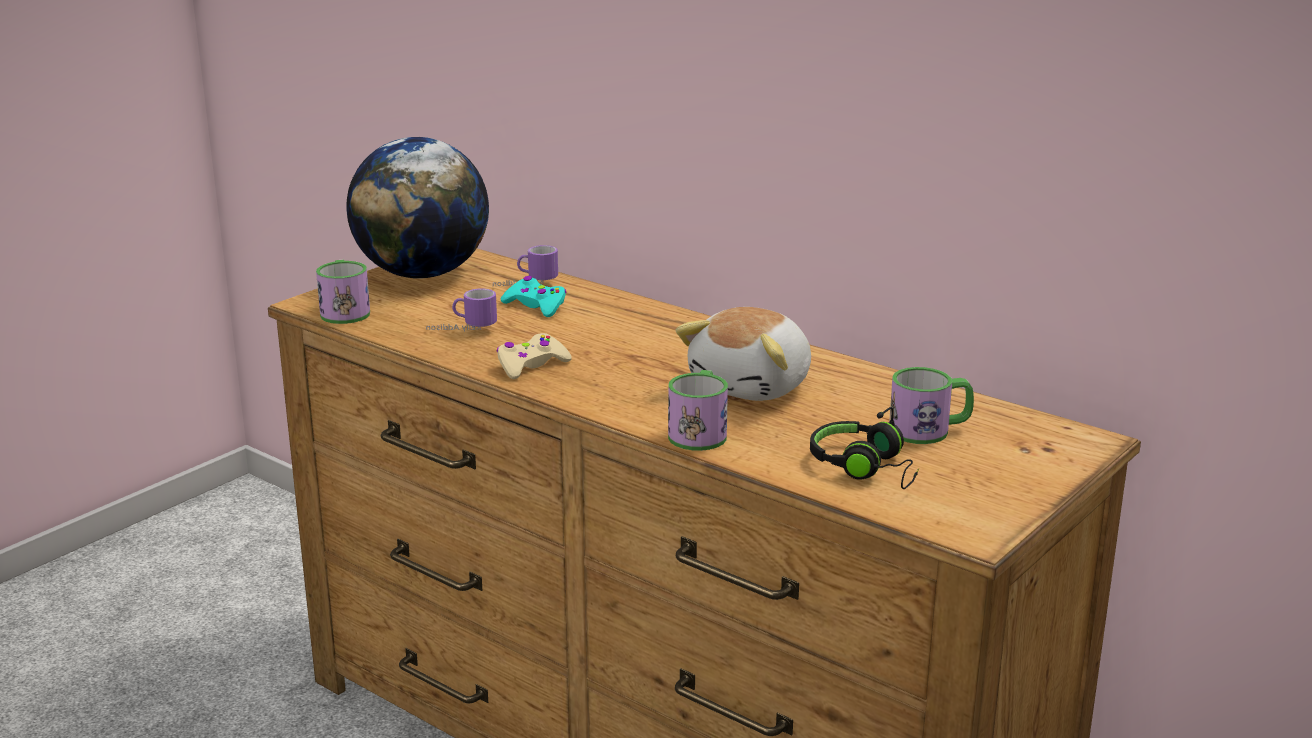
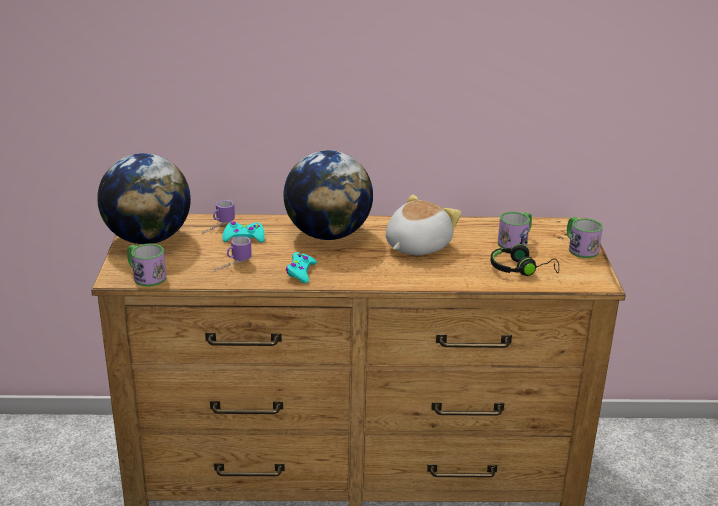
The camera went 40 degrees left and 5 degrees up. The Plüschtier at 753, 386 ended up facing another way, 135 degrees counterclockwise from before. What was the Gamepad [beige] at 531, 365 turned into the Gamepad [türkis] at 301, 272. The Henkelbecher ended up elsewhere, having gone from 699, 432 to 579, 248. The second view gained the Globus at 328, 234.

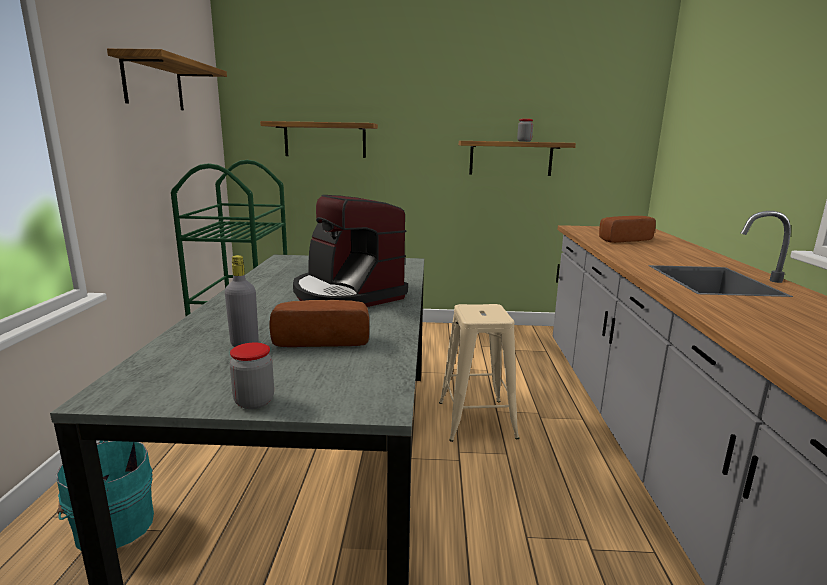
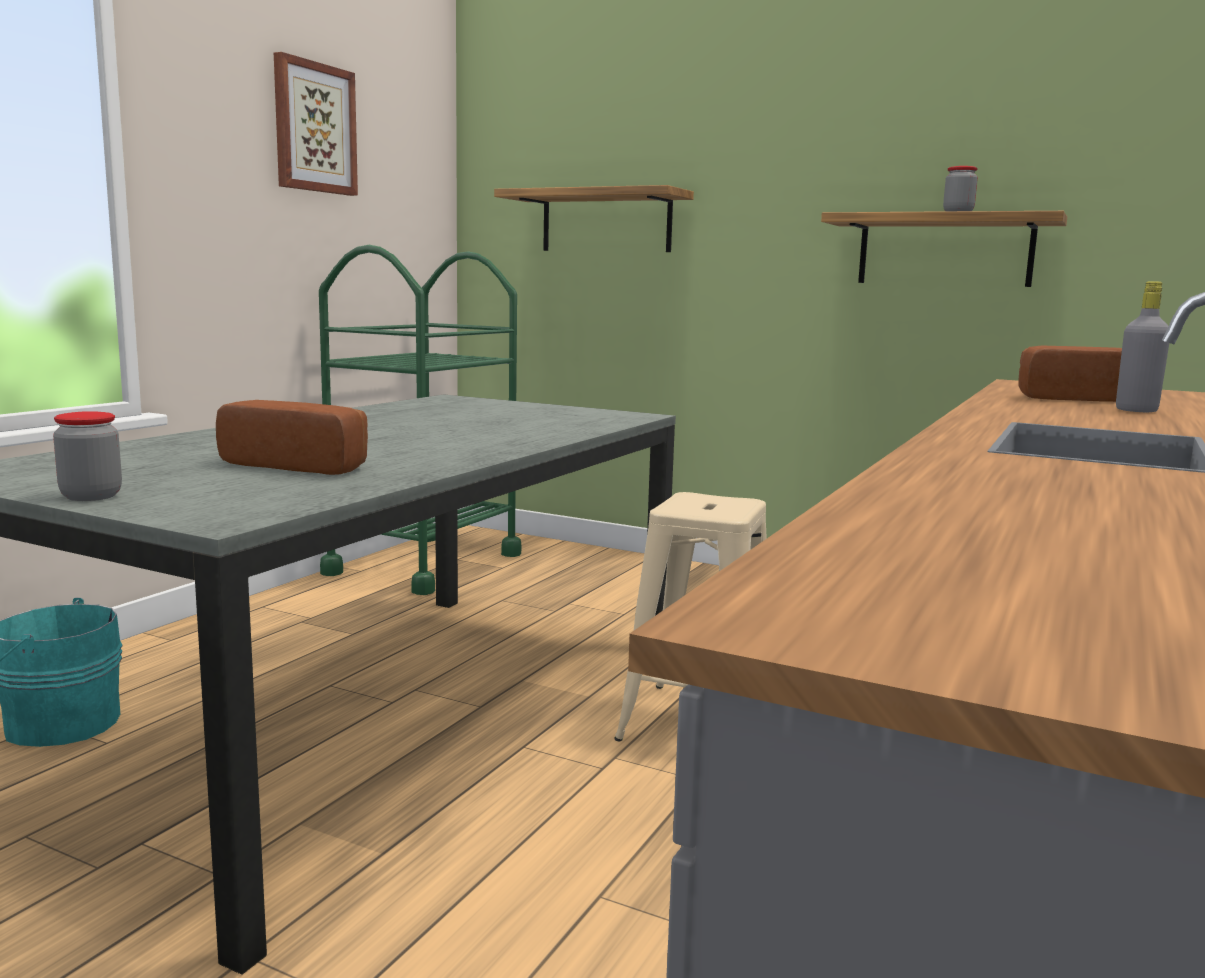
The camera went 25 degrees right and 5 degrees down. Where the Wandregal hung at 153, 84, the Bild came to hang at 314, 128. The second view lost the Kaffeemaschine at 347, 294. The Flasche [grau] ended up elsewhere, having gone from 244, 344 to 1136, 410.

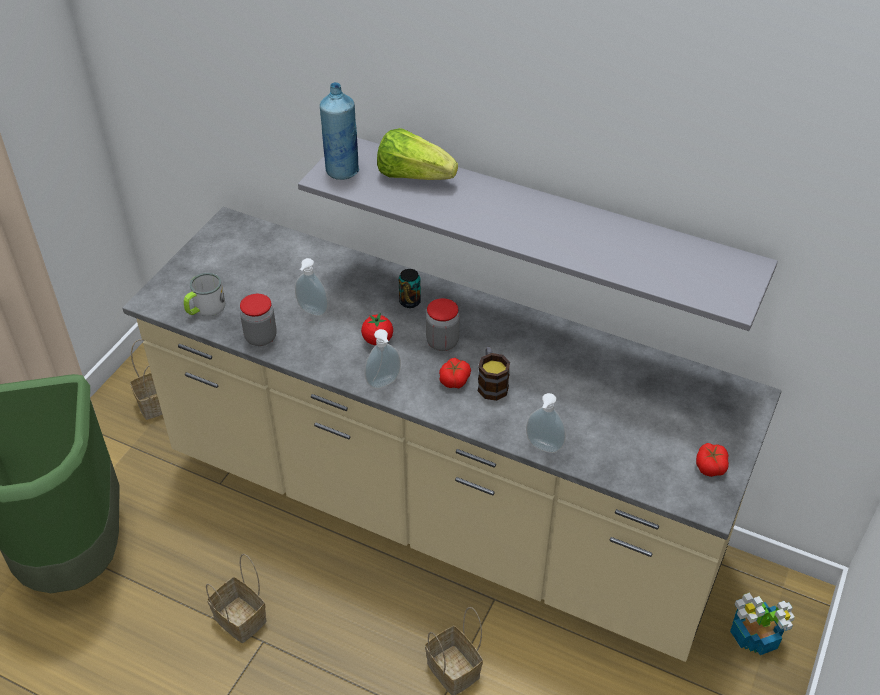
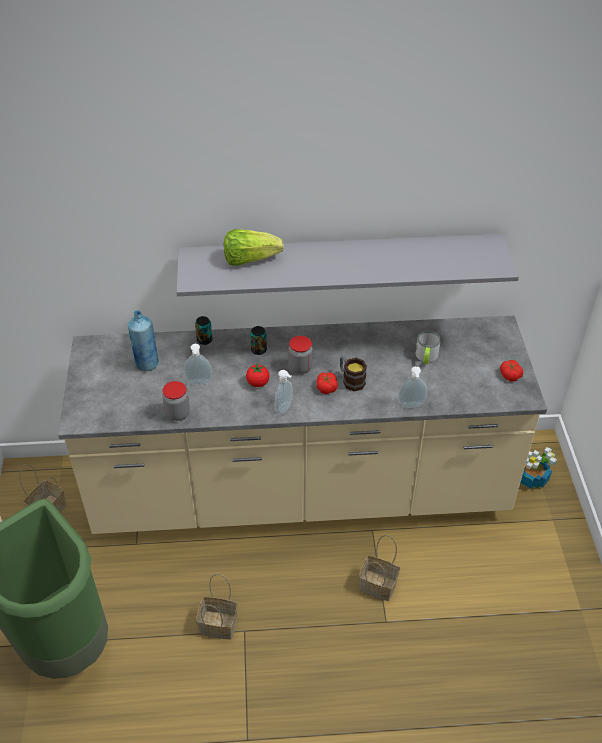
The camera went 30 degrees left and 0 degrees up. The Flasche [blau] ended up elsewhere, having gone from 342, 171 to 147, 364. The Henkelbecher ended up elsewhere, having gone from 205, 308 to 426, 357. The second view gained the Dose at 204, 340.

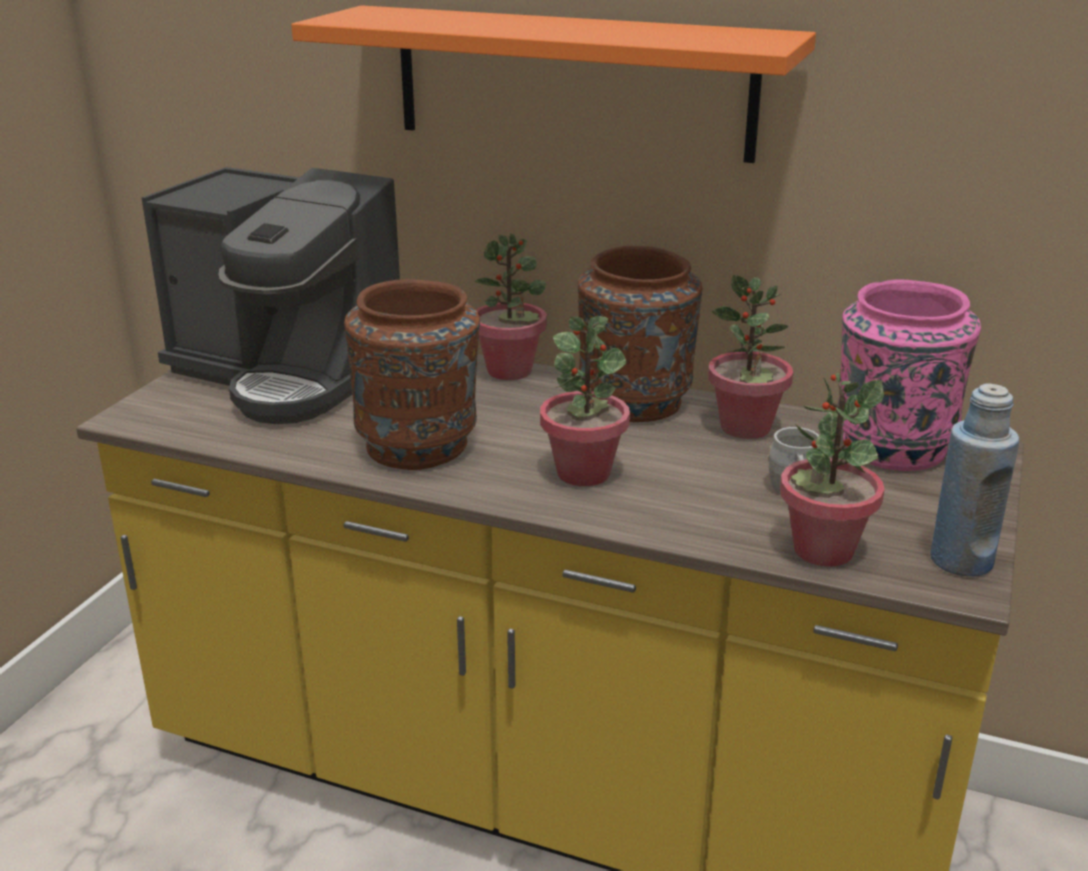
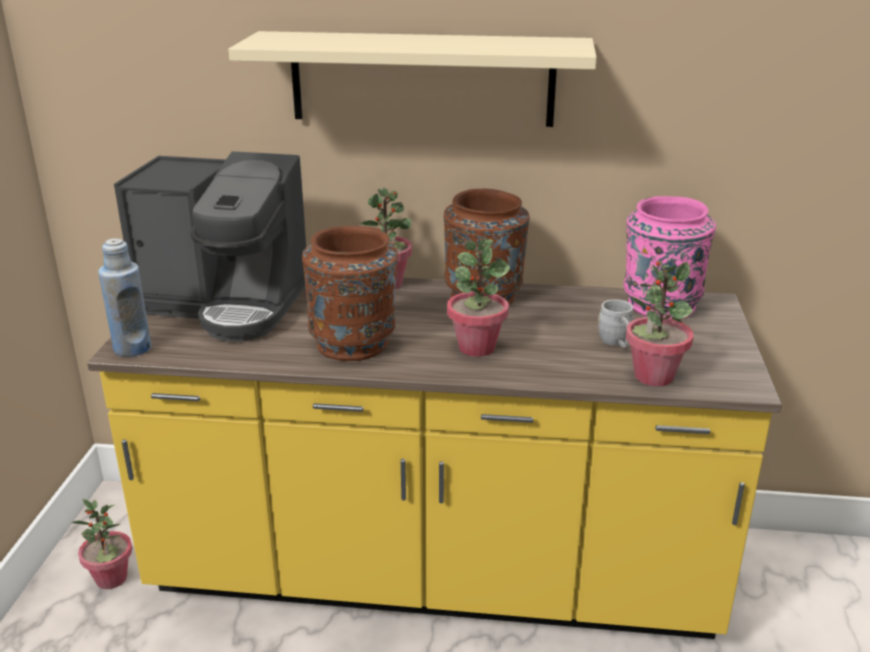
The camera went 15 degrees left and 0 degrees up. What was the Wandregal [orange] at 572, 82 turned into the Wandregal [beige] at 422, 79. The Topfpflanze ended up elsewhere, having gone from 745, 428 to 111, 579. The Flasche [blau] ended up elsewhere, having gone from 961, 561 to 132, 348.

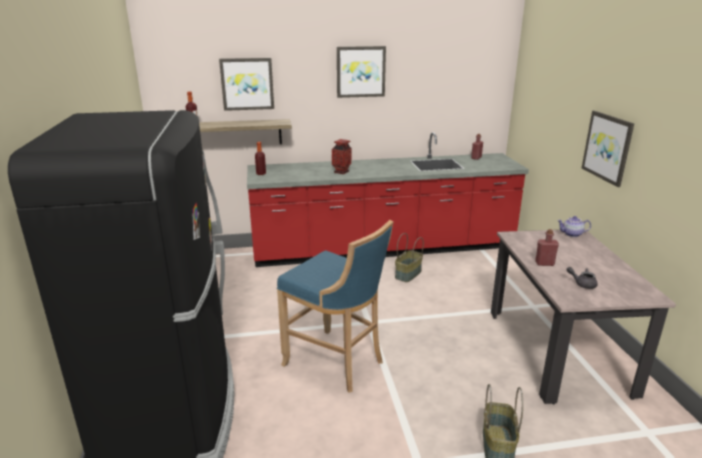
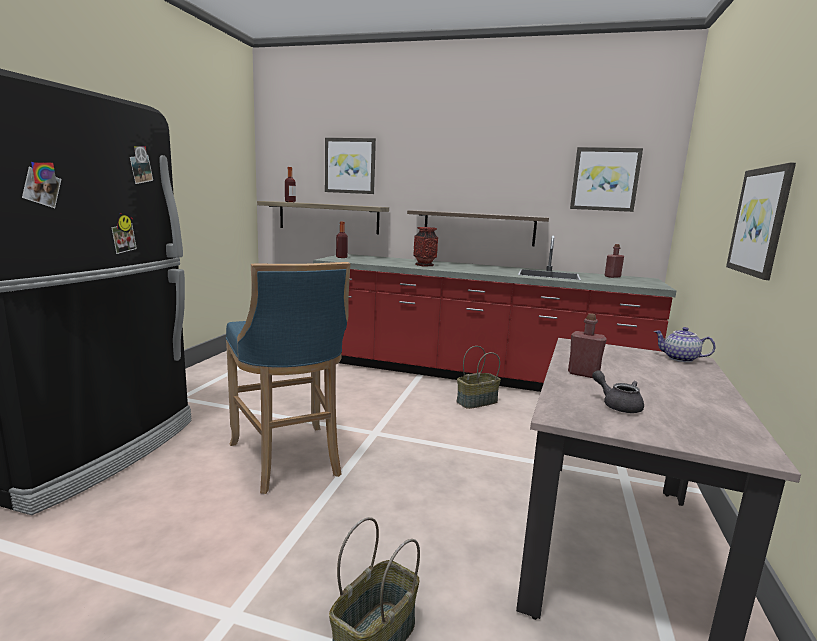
The camera went 25 degrees right and 10 degrees down. The Bild ended up elsewhere, having gone from 360, 71 to 605, 179. The second view gained the Wandregal at 478, 228.

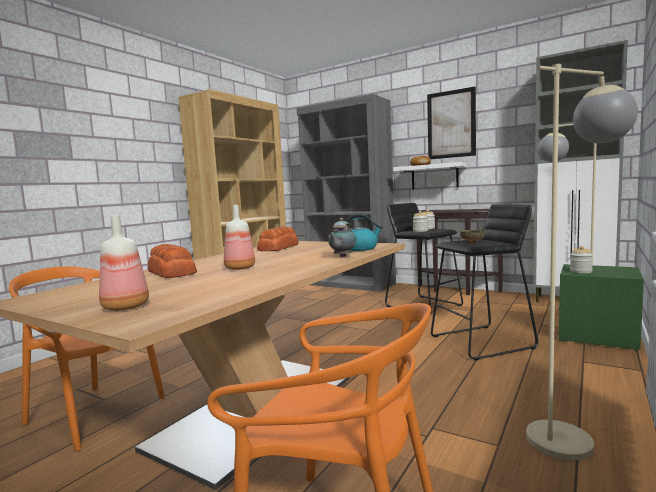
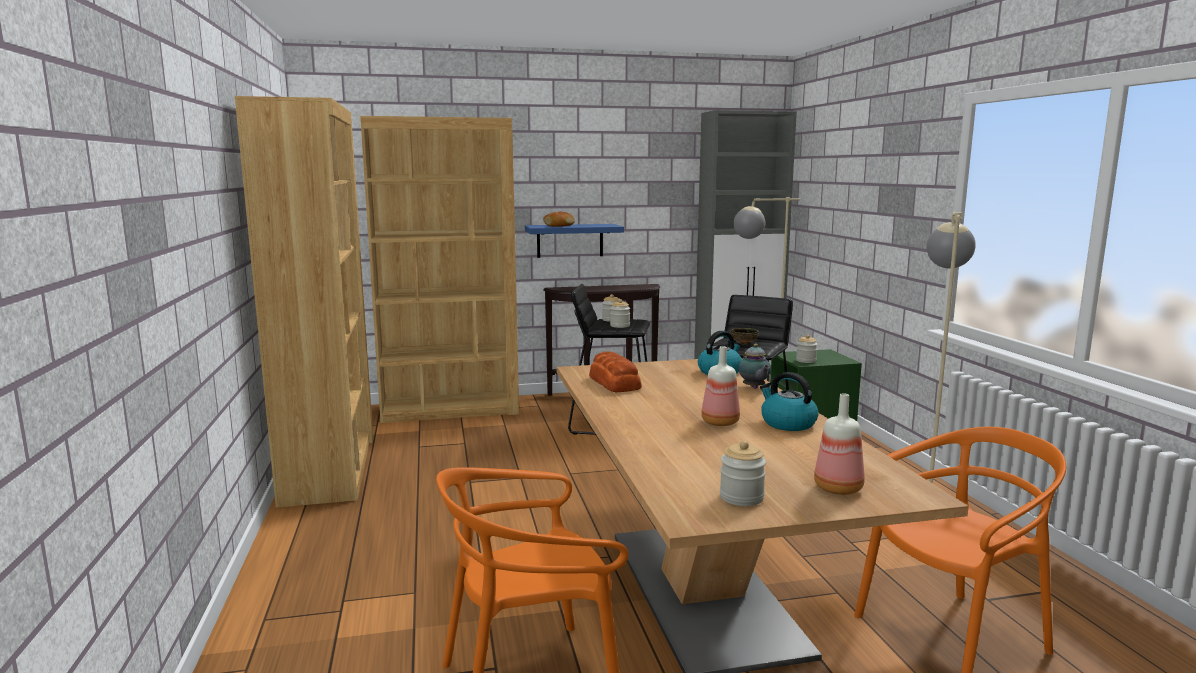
The camera went 45 degrees left and 5 degrees up. The second view lost the Bild at 451, 124. What was the Bücherregal [grau] at 351, 284 turned into the Bücherregal [braun] at 450, 409. What was the Wandregal [weiß] at 434, 177 turned into the Wandregal [blau] at 570, 240. The second view lost the Brot at 171, 272. The second view gained the Wasserkessel at 787, 423. The second view gained the Vorratsglas at 741, 497.

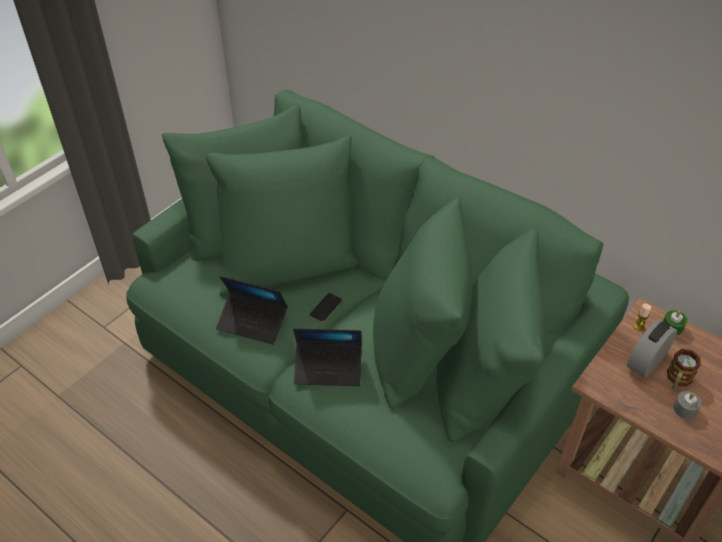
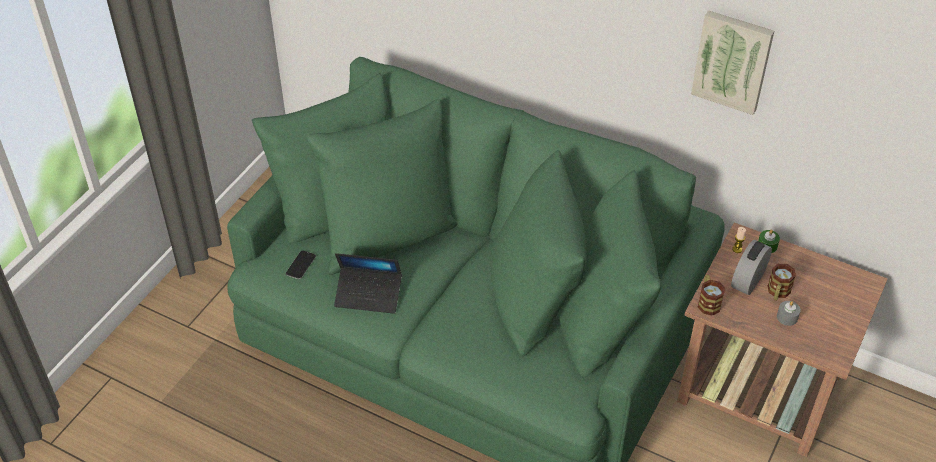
The camera went 10 degrees left and 0 degrees up. The Handy ended up elsewhere, having gone from 326, 308 to 301, 265. The second view lost the Laptop at 328, 368. The second view gained the Bild at 732, 60. The second view gained the Henkelbecher at 707, 302.

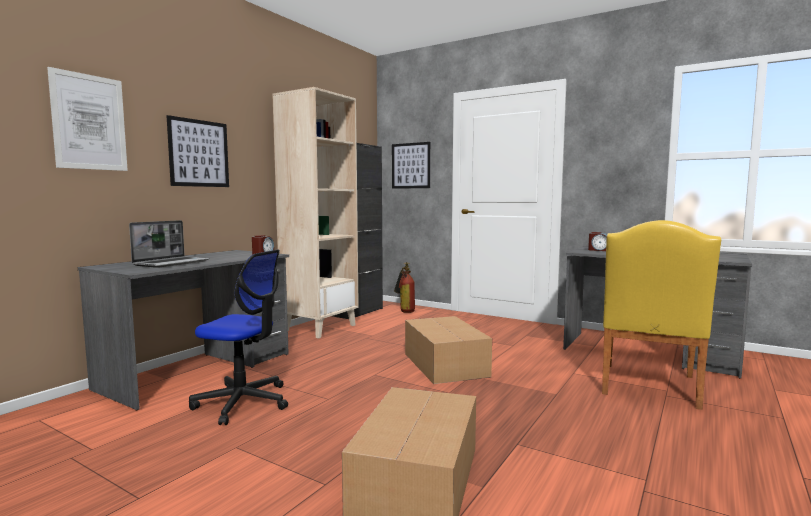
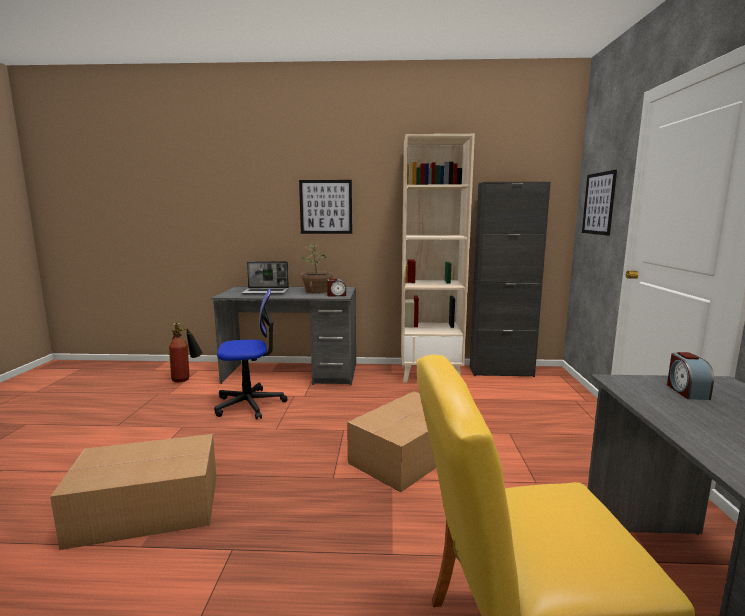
The camera went 60 degrees right and 5 degrees up. The second view lost the Bild at 89, 122. The Bürostuhl at 243, 402 ended up facing another way, 90 degrees counterclockwise from before. The Feuerlöscher ended up elsewhere, having gone from 404, 310 to 186, 378. The second view gained the Topfpflanze at 317, 291.

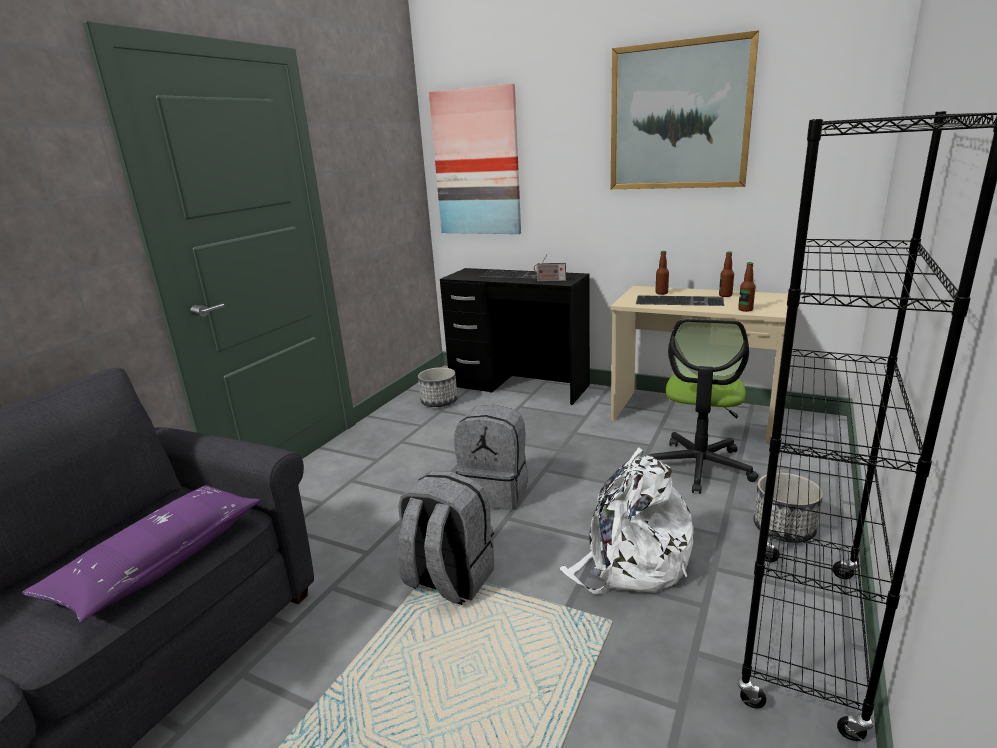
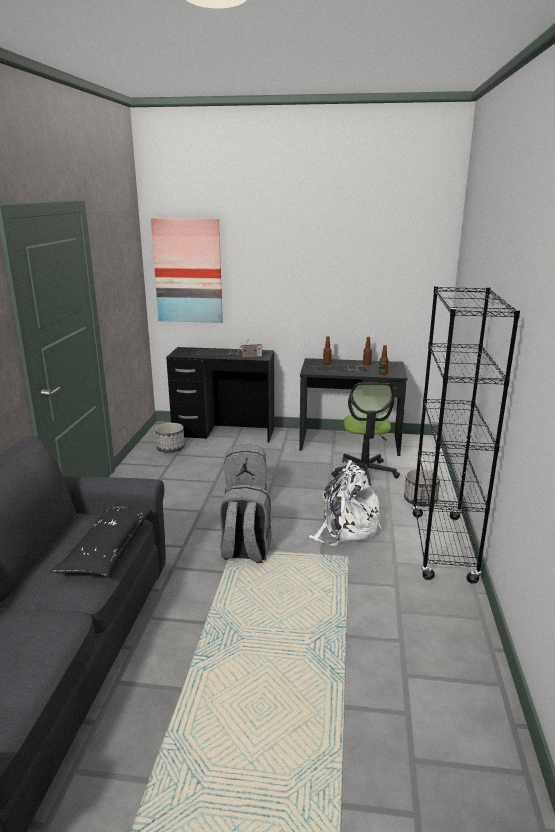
The camera went 20 degrees left and 0 degrees up. The second view lost the Bild at 679, 117. What was the Schreibtisch [beige] at 692, 416 turned into the Schreibtisch [schwarz] at 349, 443. What was the Kissen [lila] at 160, 561 turned into the Kissen [schwarz] at 107, 550.

